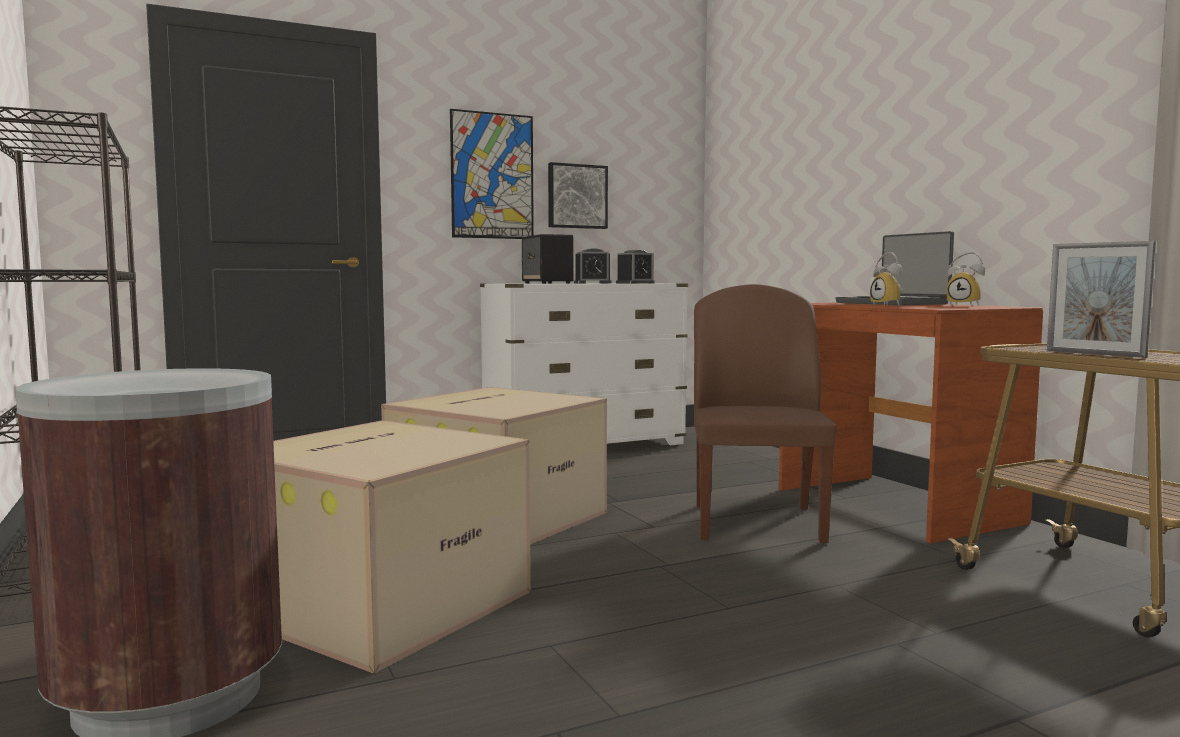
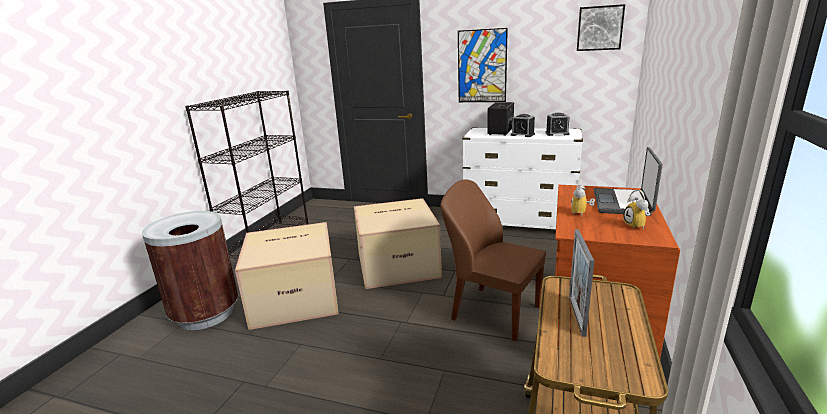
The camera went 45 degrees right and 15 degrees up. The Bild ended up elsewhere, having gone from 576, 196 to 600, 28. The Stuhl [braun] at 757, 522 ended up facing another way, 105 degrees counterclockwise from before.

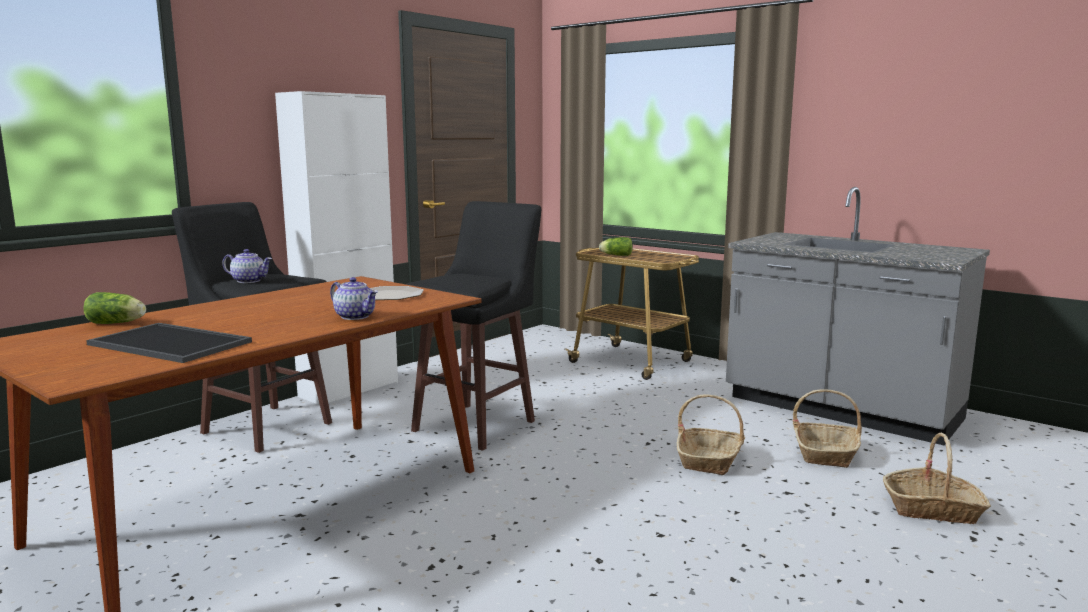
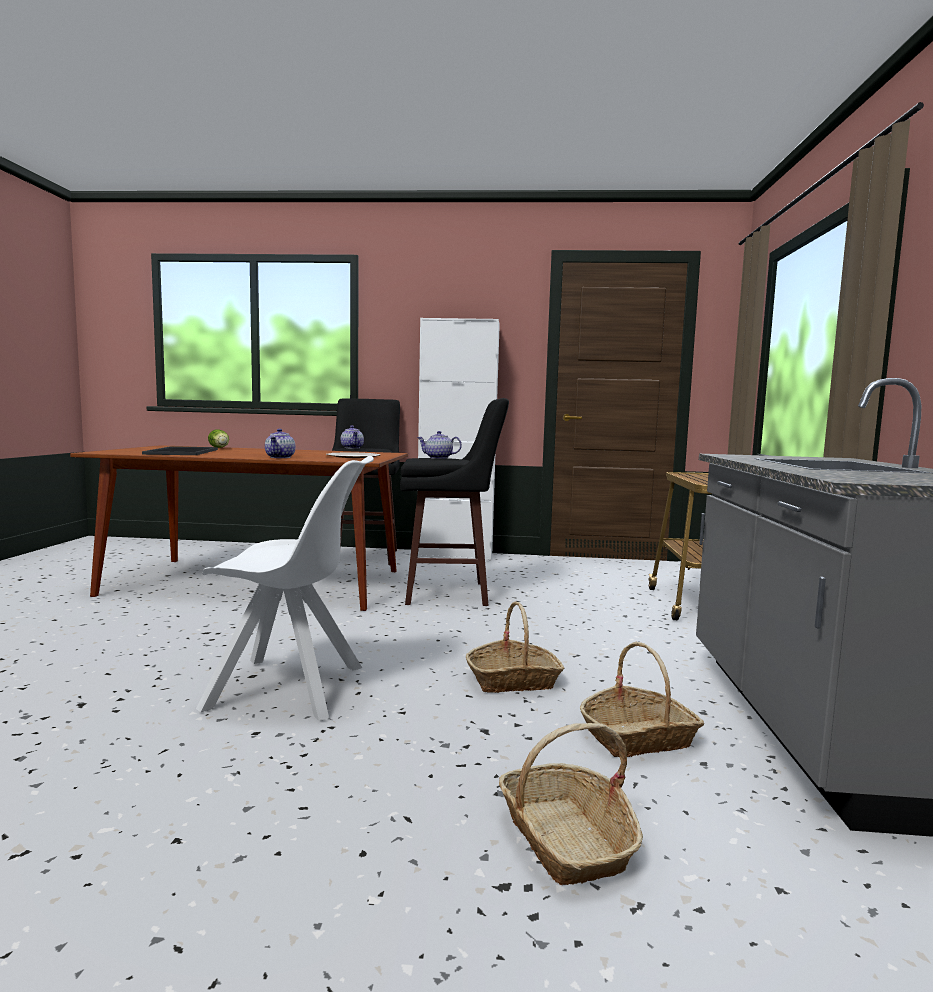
The camera went 55 degrees right and 5 degrees down. The second view lost the Salatkopf at 615, 255. The second view gained the Teekanne at 438, 458. The second view gained the Stuhl [weiß] at 290, 688.

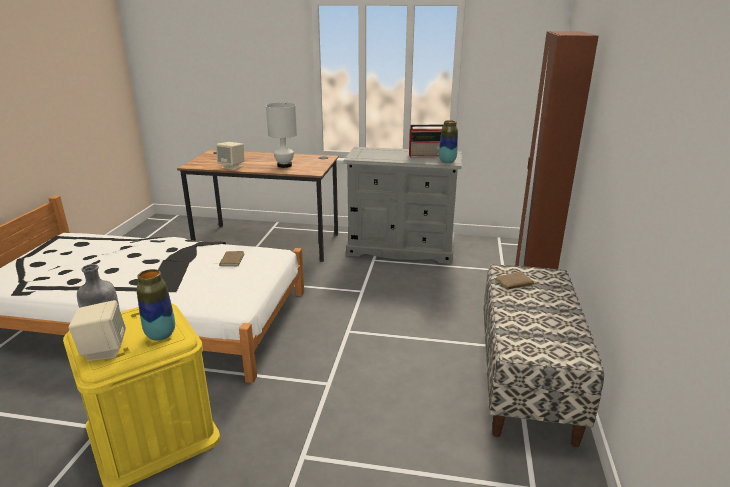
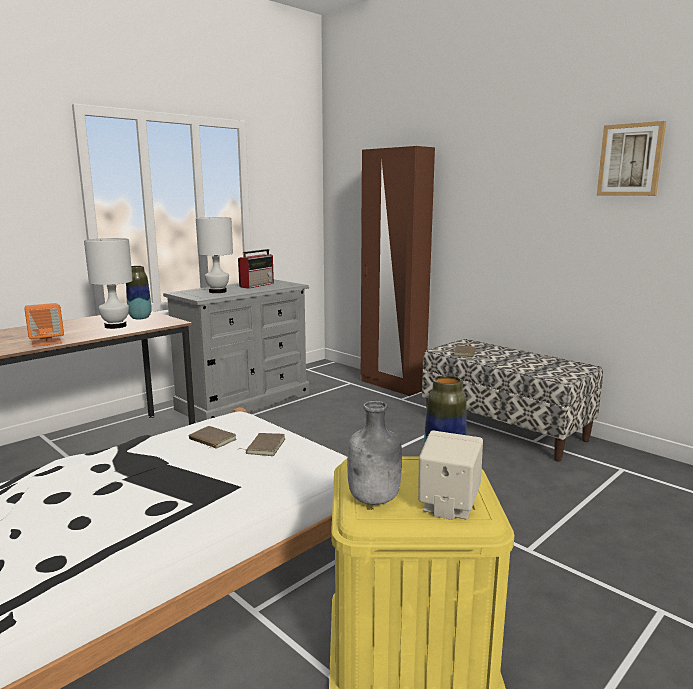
The camera went 55 degrees left and 10 degrees down. The Vase ended up elsewhere, having gone from 447, 162 to 140, 318. What was the Lautsprecher [beige] at 232, 167 turned into the Lautsprecher [orange] at 47, 342. The second view gained the Bild at 630, 160. The second view gained the Tischlampe [weiß] at 218, 291. The second view gained the Buch [braun] at 264, 446.

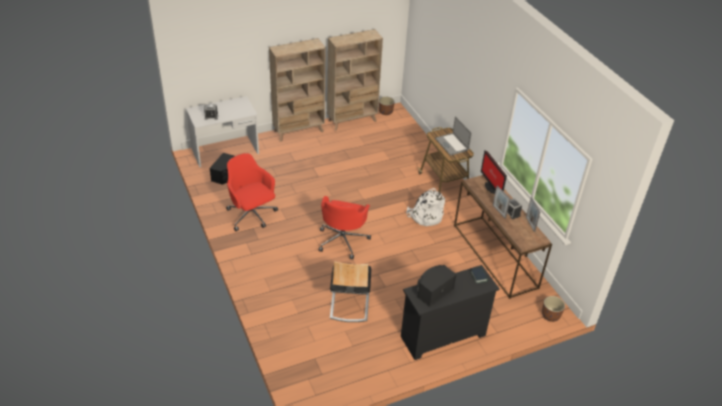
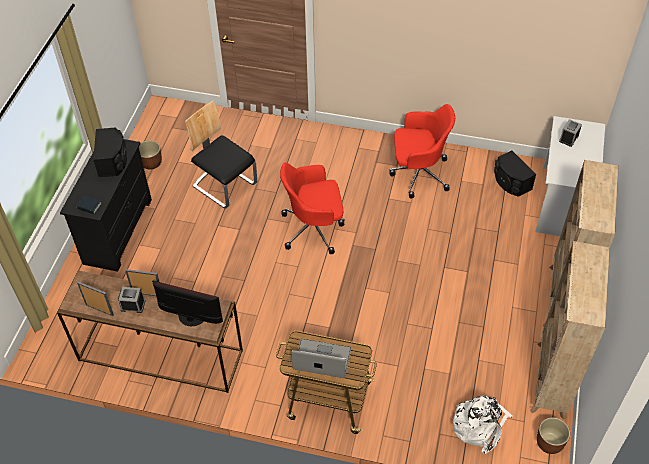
The camera went 130 degrees right and 10 degrees up. The Rucksack [weiß] ended up elsewhere, having gone from 425, 216 to 479, 425. The Bürostuhl [rot] at 343, 240 ended up facing another way, 60 degrees counterclockwise from before. The Pflanzkübel [braun] ended up elsewhere, having gone from 550, 315 to 151, 163.

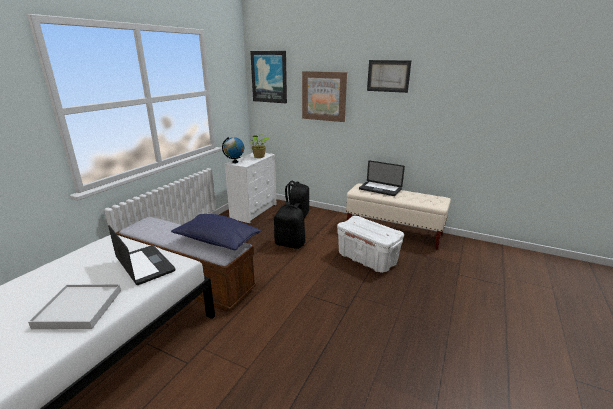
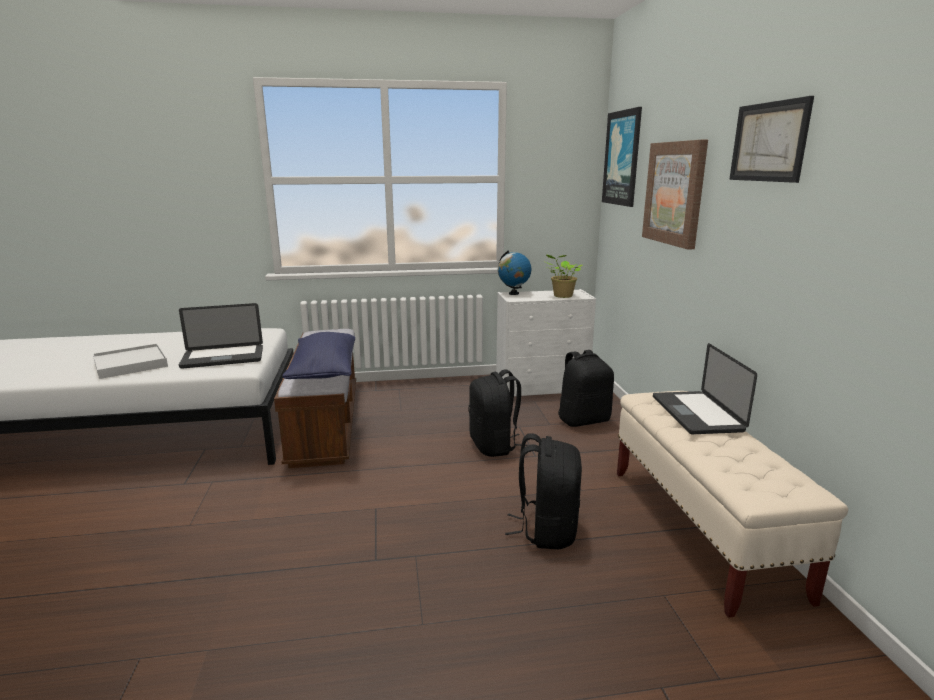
The camera went 55 degrees right and 5 degrees down. Where the Aufbewahrungsbox [weiß] stood at 366, 259, the Rucksack [schwarz] came to stand at 546, 530. The Laptop at 145, 265 ended up facing another way, 60 degrees clockwise from before.

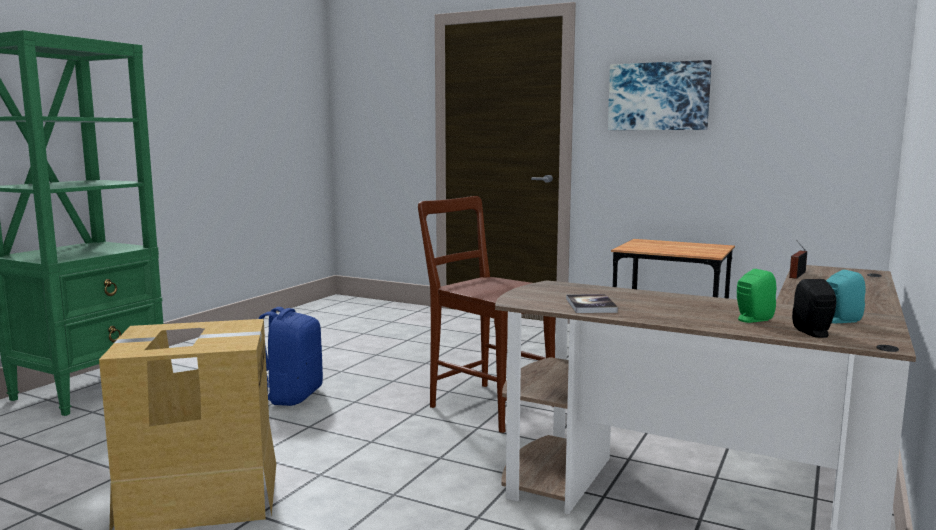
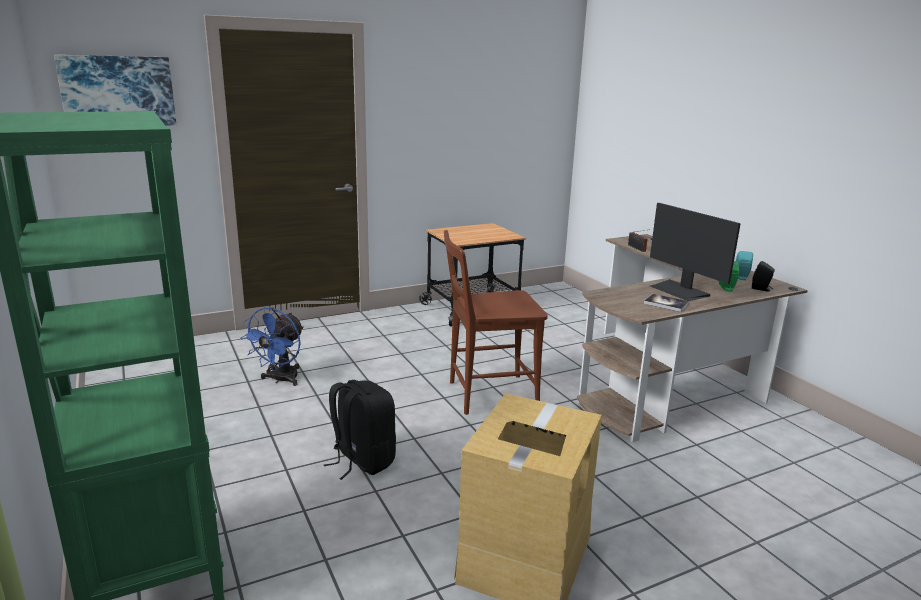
The camera went 55 degrees left and 10 degrees up. The Bild ended up elsewhere, having gone from 658, 96 to 118, 91. What was the Rucksack [blau] at 292, 396 turned into the Rucksack [schwarz] at 362, 461. The second view gained the Monitor at 680, 290. The second view gained the Ventilator [blau] at 280, 380.

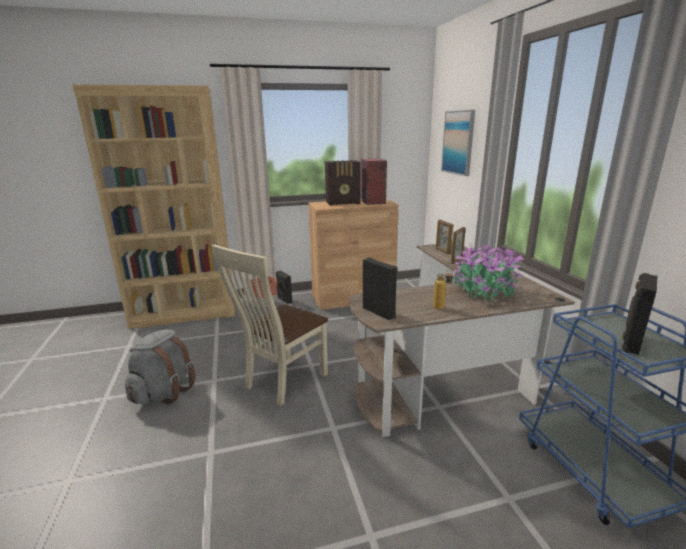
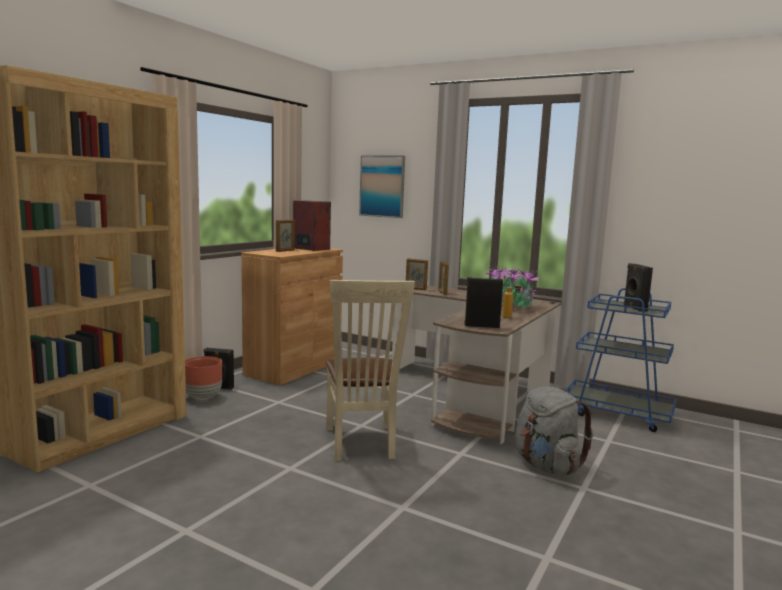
The camera went 45 degrees left and 10 degrees down. Where the Radio stood at 343, 203, the Bilderrahmen came to stand at 285, 251. The Rucksack [grau] ended up elsewhere, having gone from 164, 392 to 546, 465.

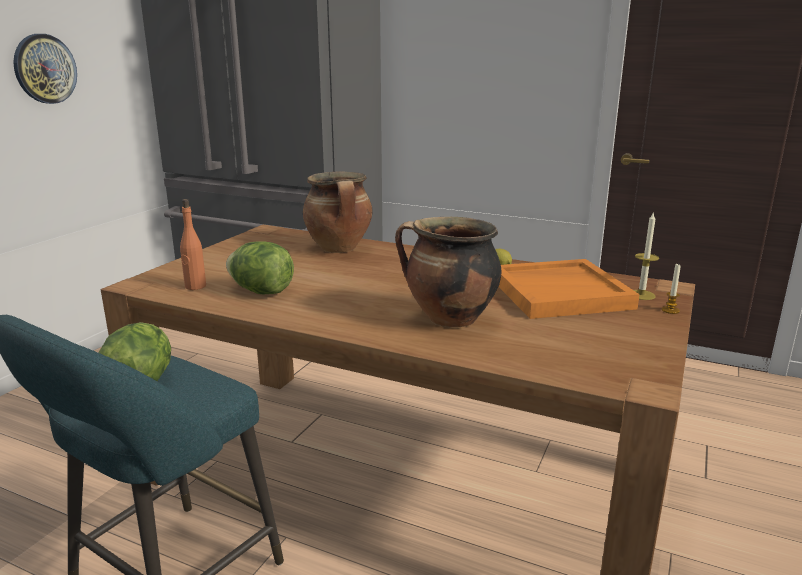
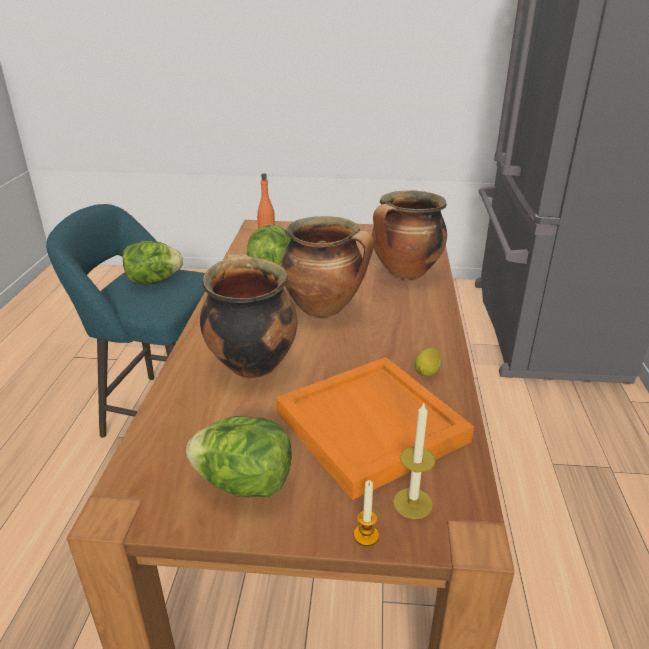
The camera went 70 degrees right and 10 degrees up. The second view lost the Wanduhr at 45, 69. The second view gained the Kochtopf at 325, 308. The second view gained the Salatkopf at 244, 483.

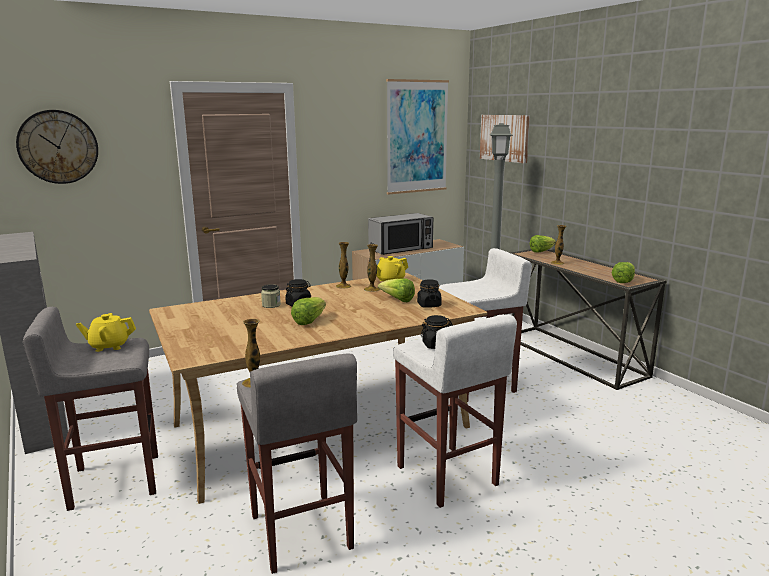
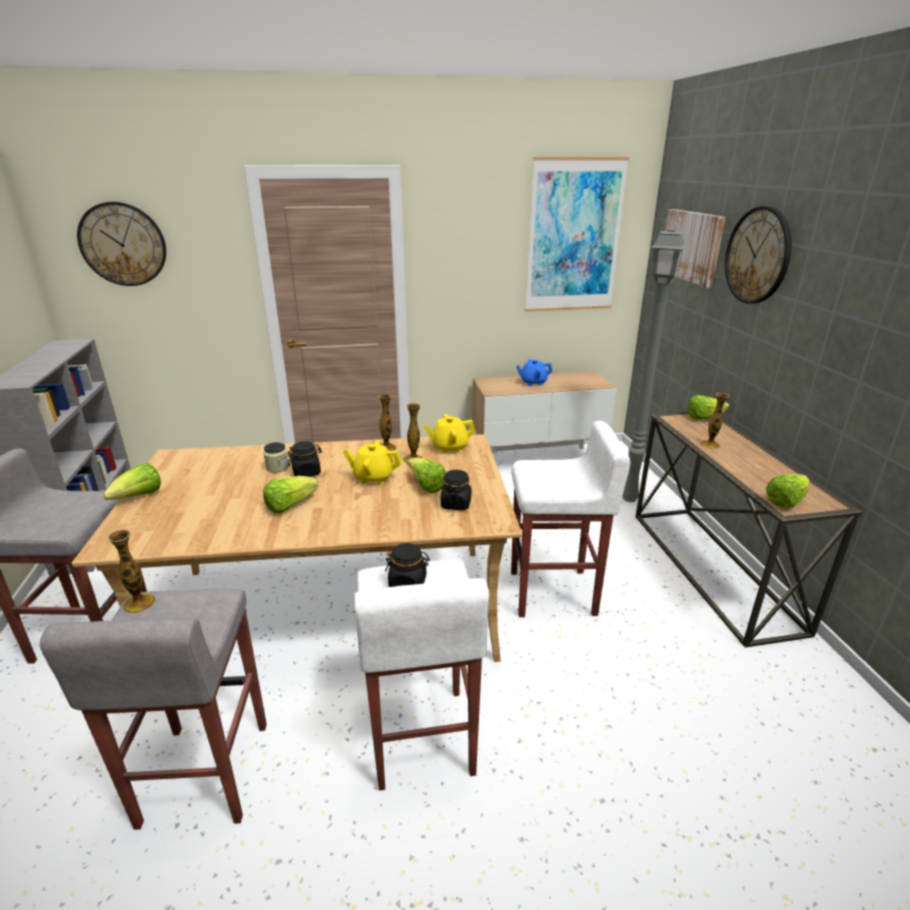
The camera went 20 degrees right and 10 degrees up. Where the Mikrowelle stood at 401, 249, the Teekanne [blau] came to stand at 533, 382. The Teekanne [gelb] ended up elsewhere, having gone from 109, 346 to 373, 477. The second view gained the Wanduhr at 758, 256. The second view gained the Salatkopf at 139, 497.

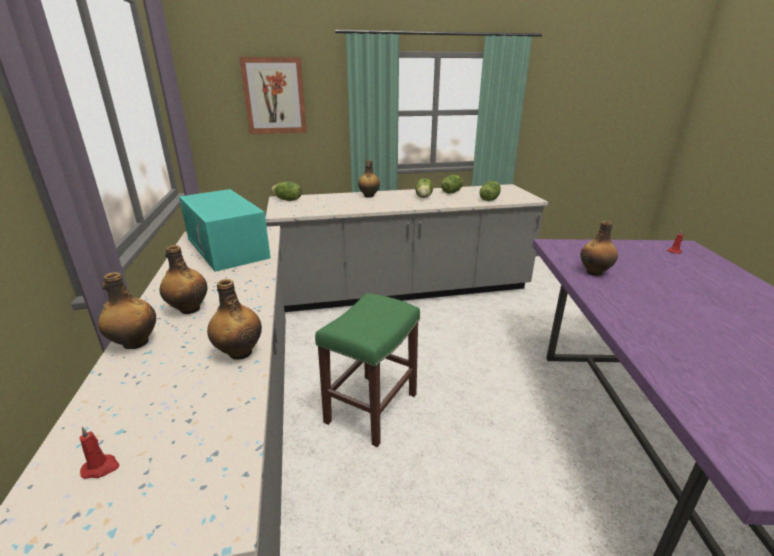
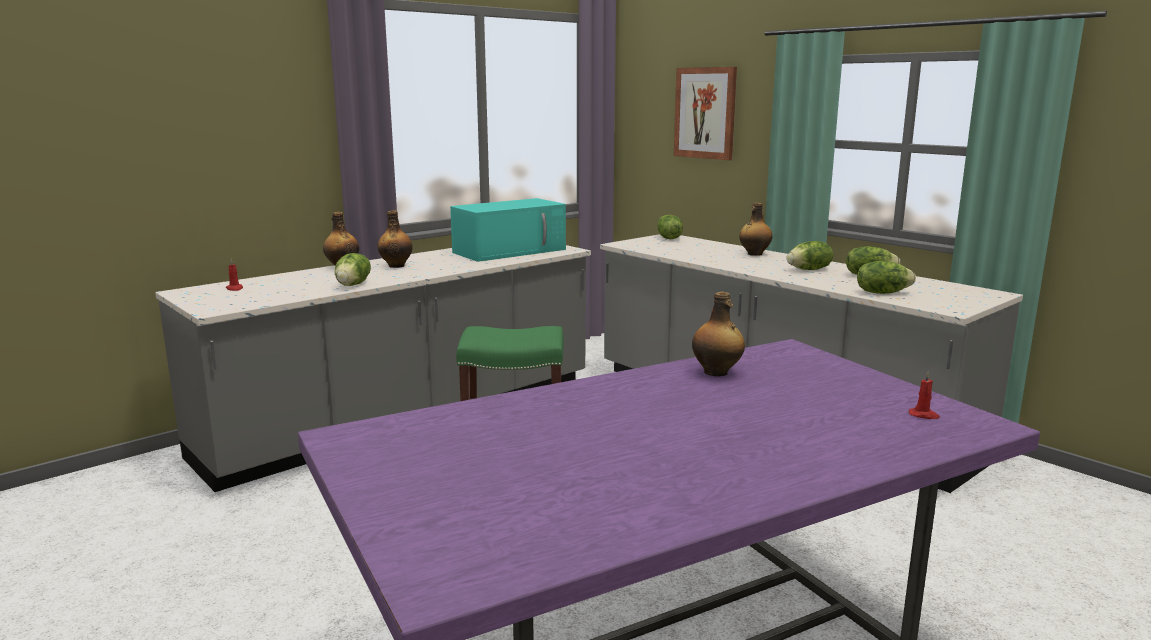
The camera went 60 degrees right and 10 degrees down. The Mikrowelle [türkis] at 228, 248 ended up facing another way, 150 degrees counterclockwise from before. Where the Flasche stood at 239, 352, the Salatkopf came to stand at 353, 285.

